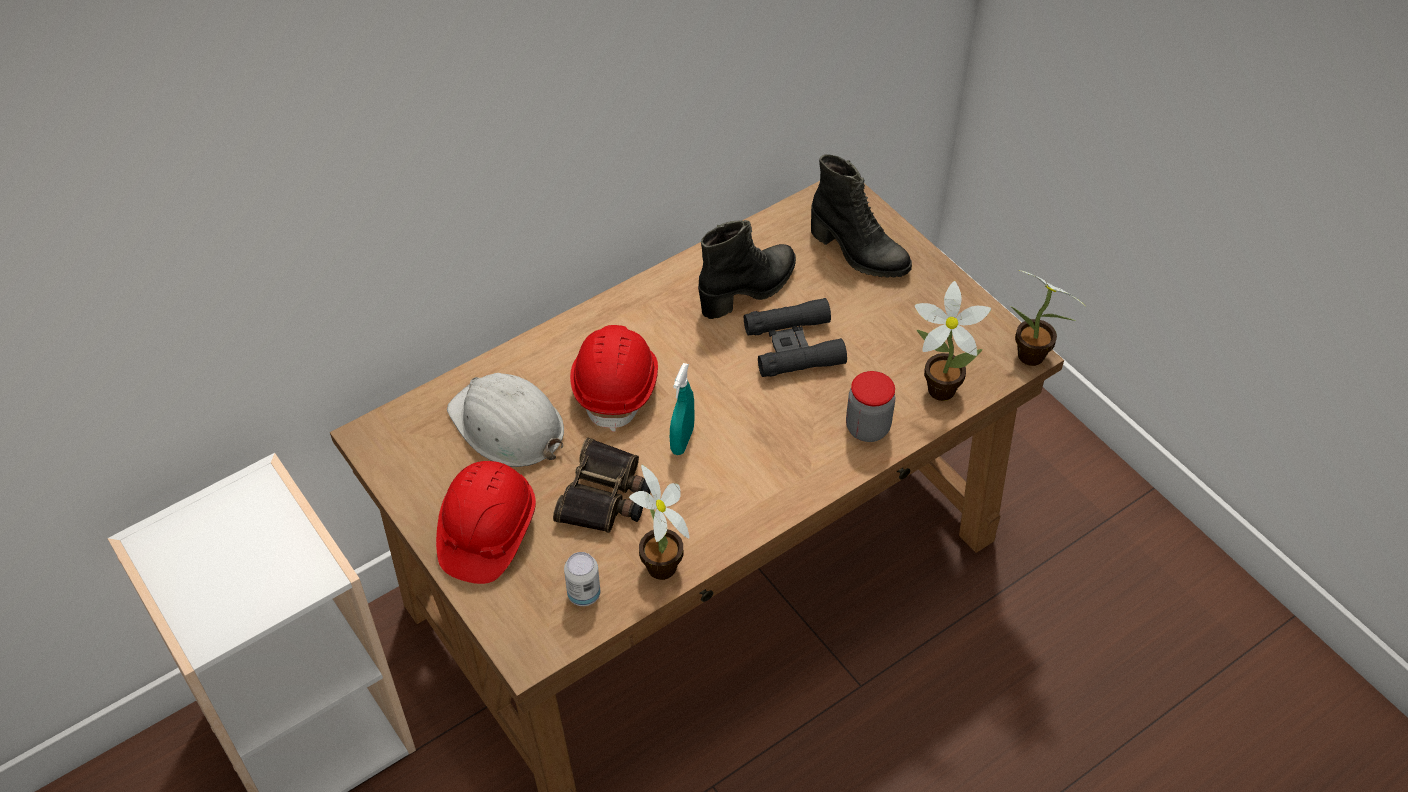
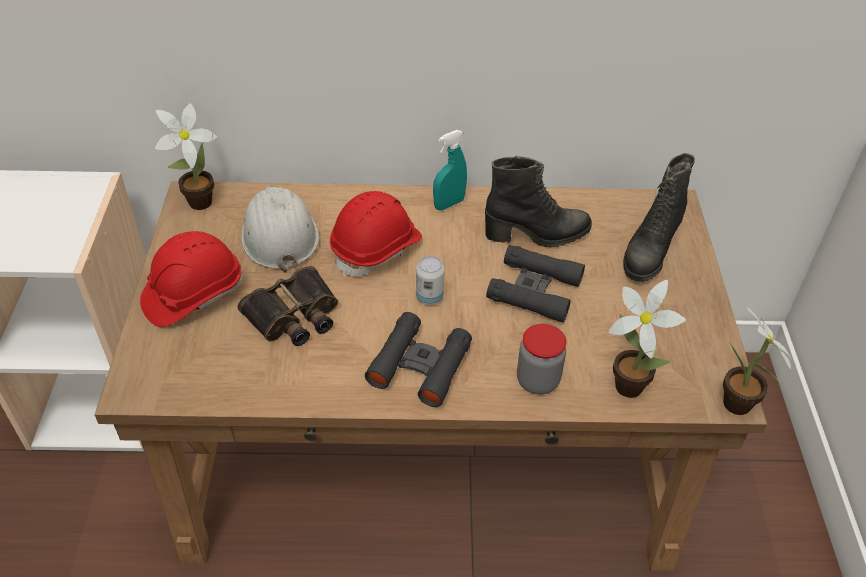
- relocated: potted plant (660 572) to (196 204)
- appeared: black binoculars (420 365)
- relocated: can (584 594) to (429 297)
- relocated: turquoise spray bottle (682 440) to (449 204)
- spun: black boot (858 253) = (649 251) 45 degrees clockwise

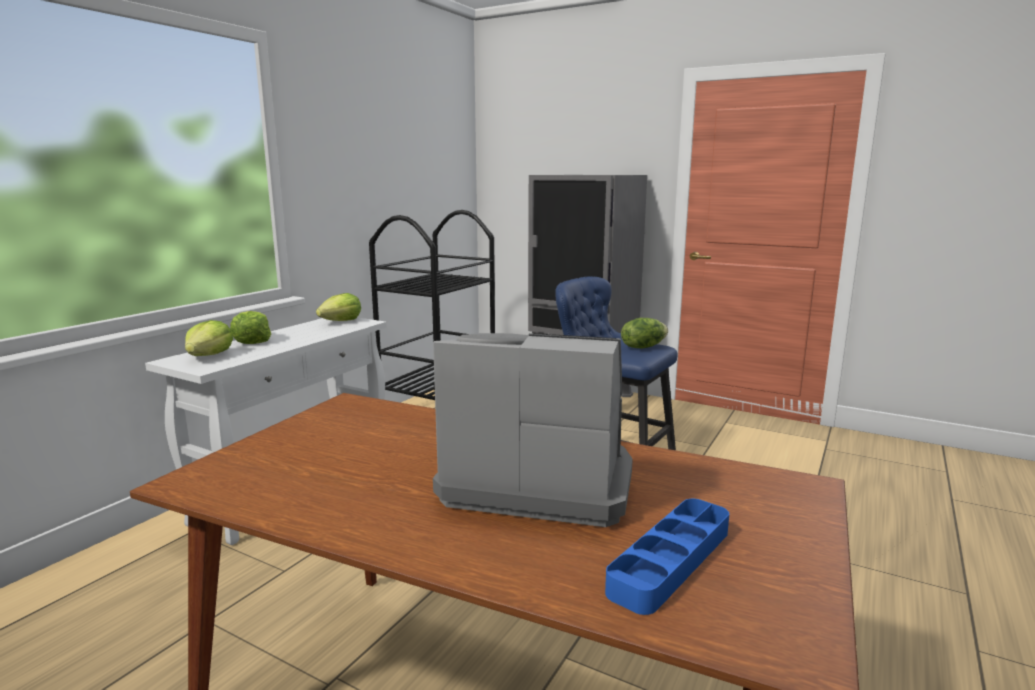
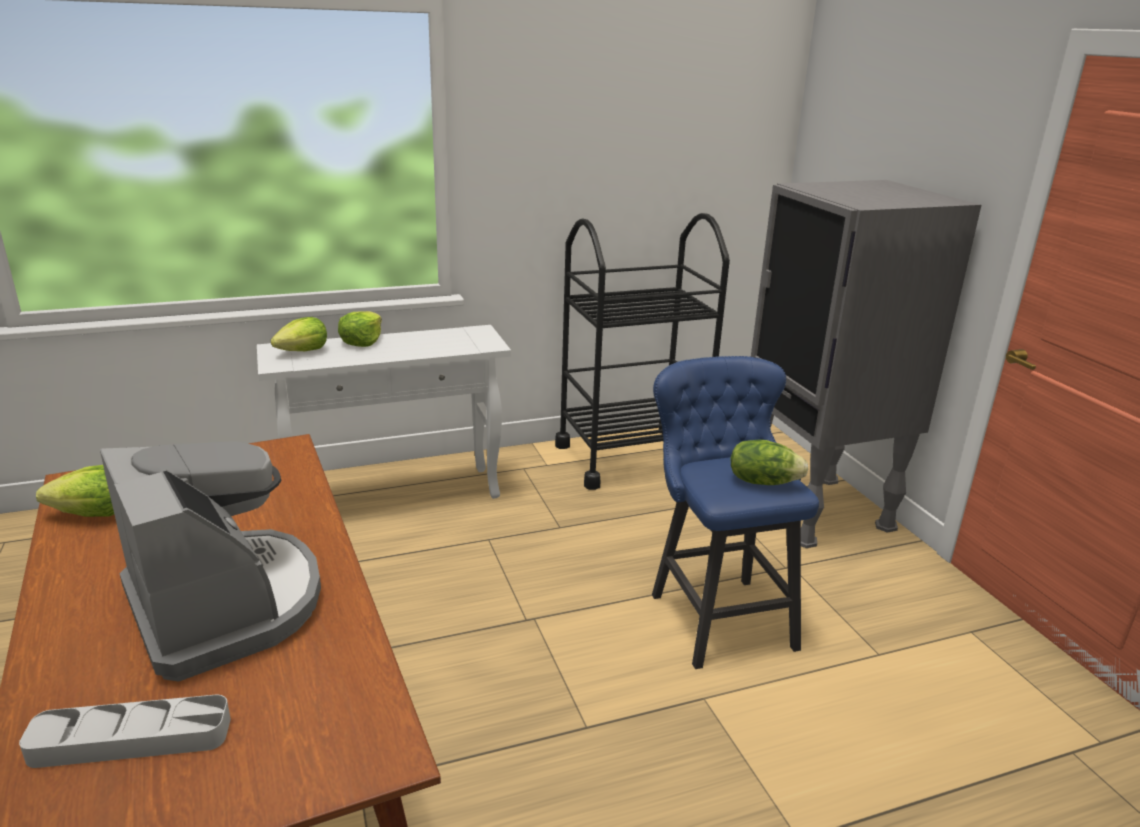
- colour: blue tray (670 560) to grey tray (131 739)
- relocated: lettuce (341 321) to (94 513)

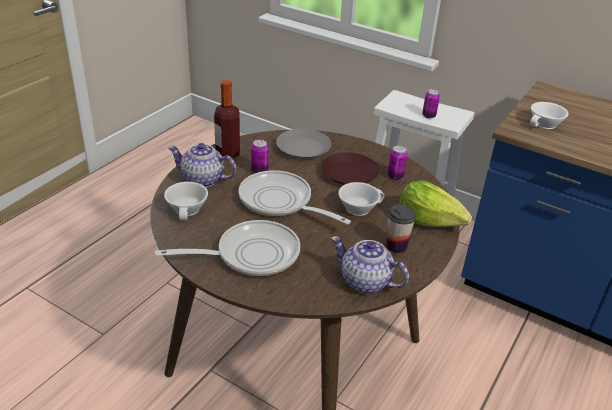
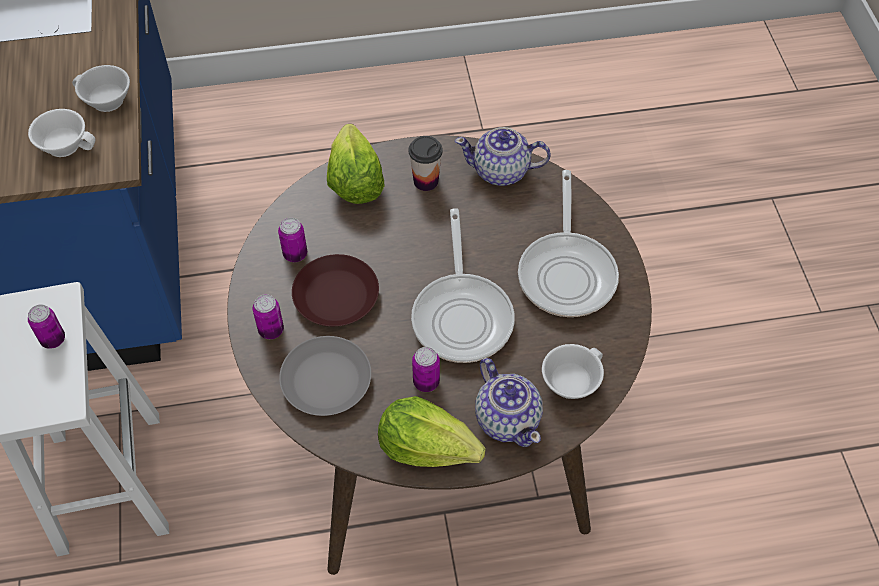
- relocated: white cup (358 207) to (105 101)
- appeared: can (271 330)
- exchanged: bottle (227 154) to lettuce (427 446)
- spun: teapot (366 282) = (501 171) 105 degrees clockwise
- spun: frying pan (250 254) = (567 272) 120 degrees counterclockwise

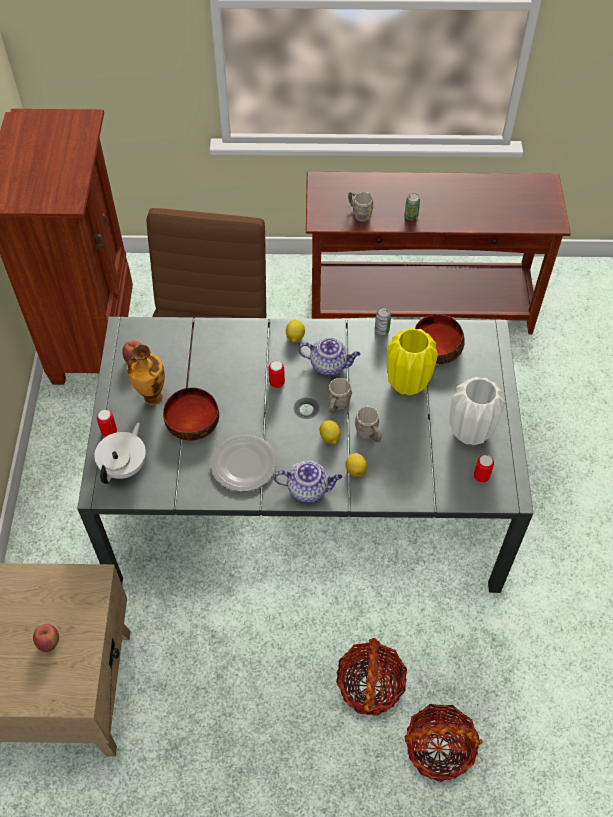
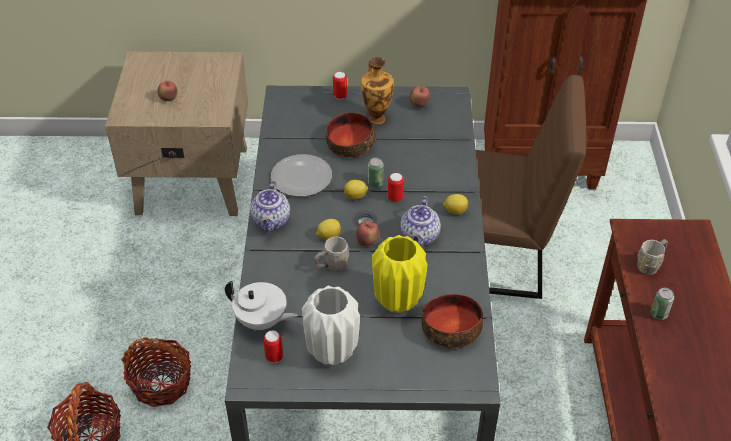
- relocated: white teapot (125 466) to (262 321)
- relocated: lemon (355 469) to (356 196)
- exchanged: grey mug (337 406) to apple (367 242)
- relocated: can (382 330) to (375 183)

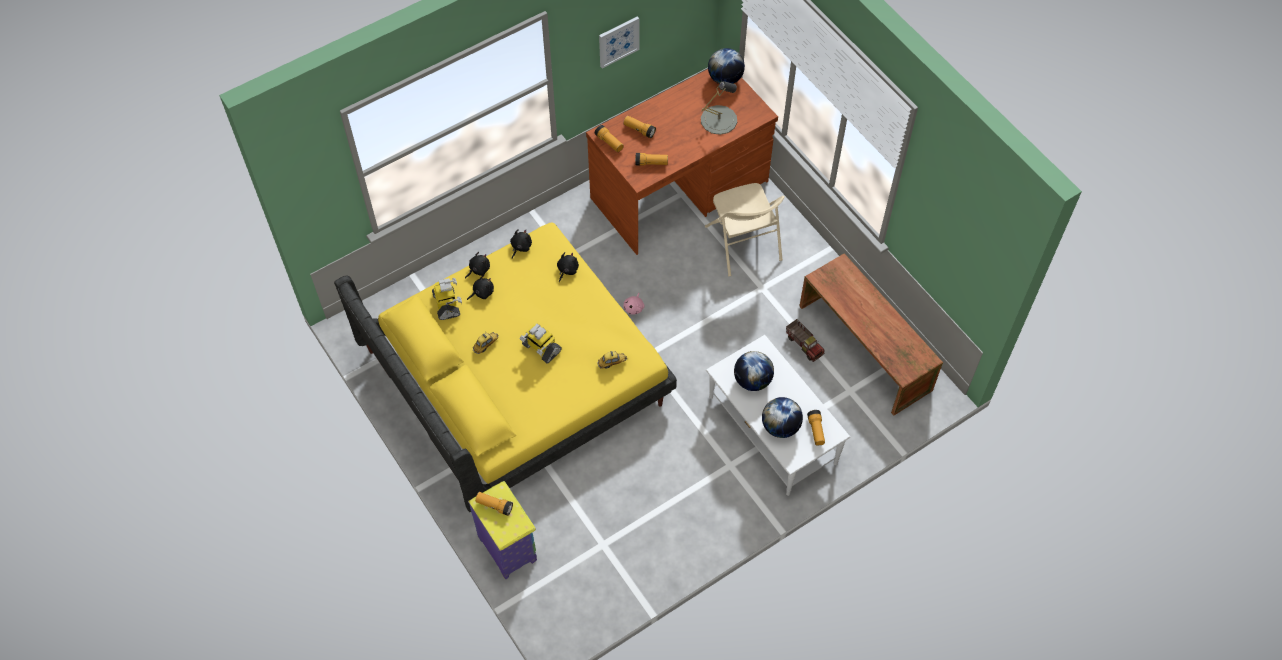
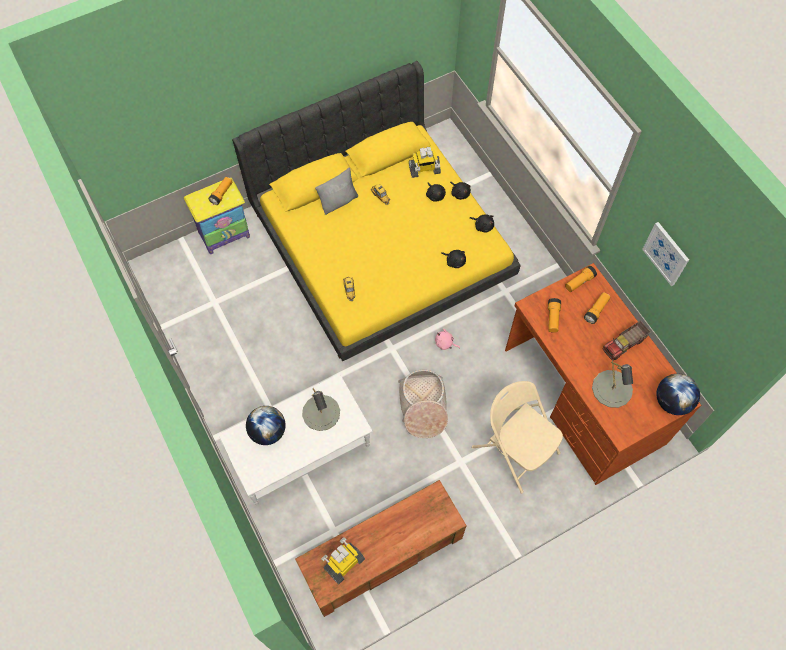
- exchanged: globe (752 381) to grey table lamp (321 412)
- appeared: grey pillow (338 201)
- relocated: toy robot (541 348) to (344 563)
- appeared: basket (423 407)
- spun: beige chair (743 243) = (516 449) 60 degrees clockwise
- relocated: toy truck (804 344) to (624 345)
- missing: flashlight (816 430)

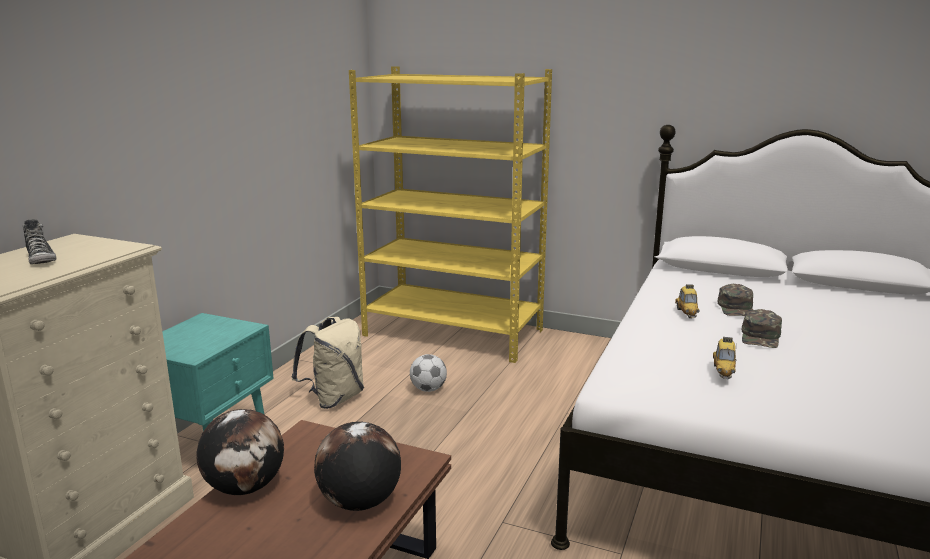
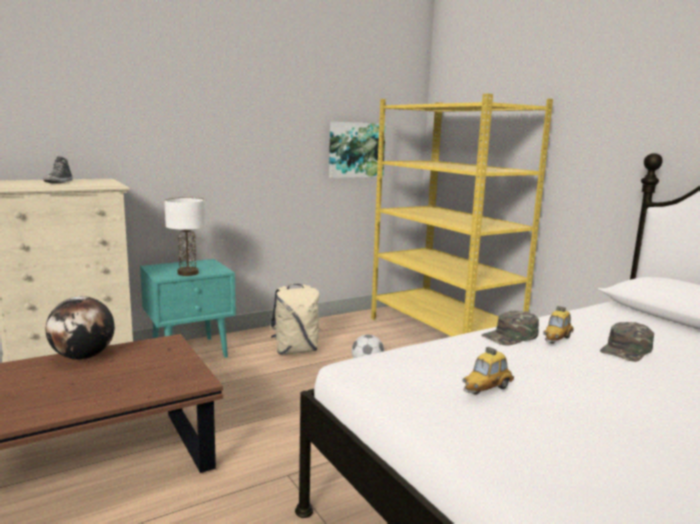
- appeared: table lamp (188 273)
- appeared: picture (356 150)
- relocated: green cap (761 337) to (510 336)
- missing: globe (359 502)

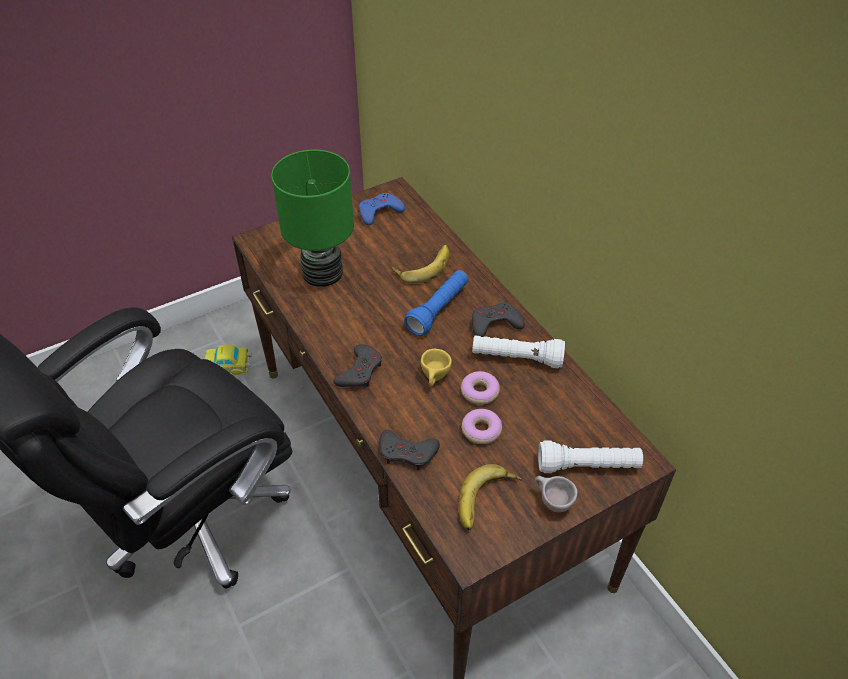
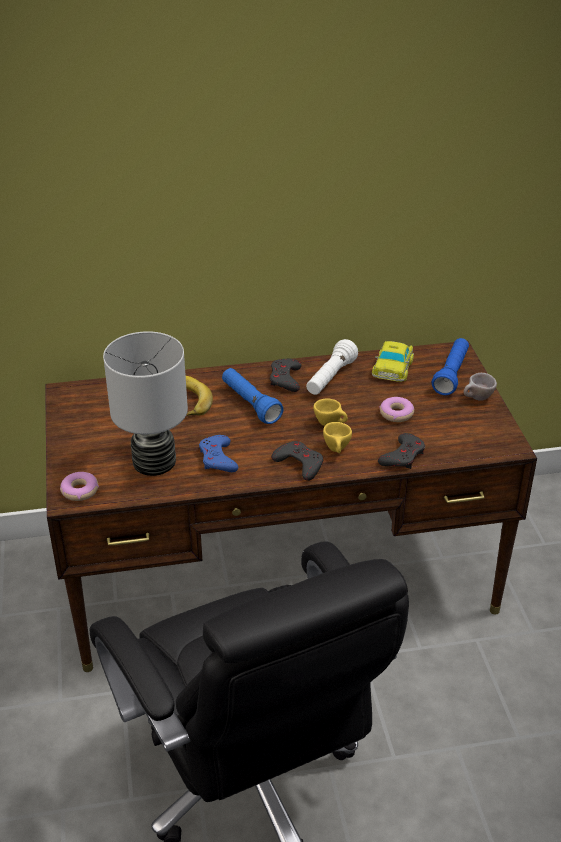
- relocated: donut (479 391) to (79 491)
- colour: green table lamp (322 273) to grey table lamp (154 462)
- relocated: blue game controller (379 212) to (218 458)
- appeared: yellow cup (337 450)
- relocated: toy car (228 365) to (393 367)
- colour: white flashlight (588 466) to blue flashlight (451 374)
- missing: banana (487 501)

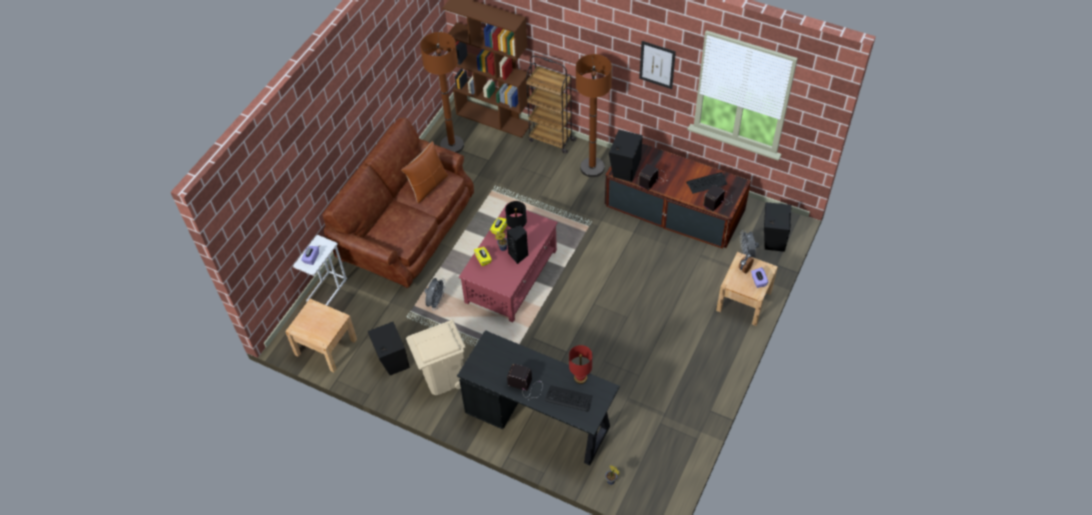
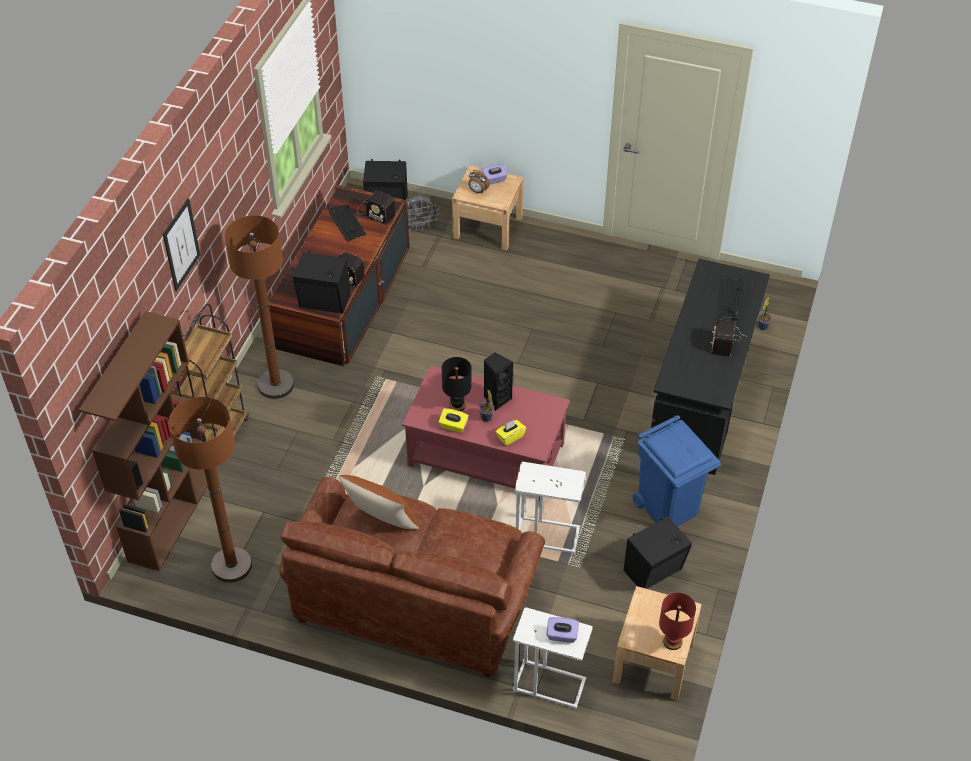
- relocated: picture (657 64) to (181 244)
- exchanged: grey fan (436 302) to white side table (546 535)
- colour: beige trash can (443 377) to blue trash can (669 506)
- relocated: red table lamp (580 377) to (672 641)

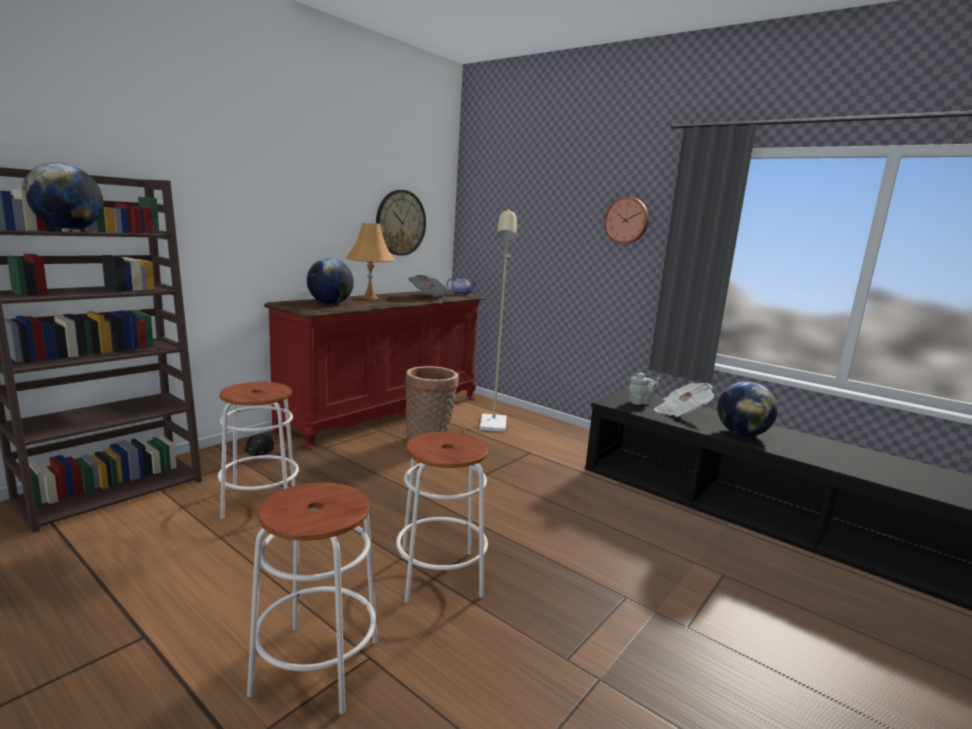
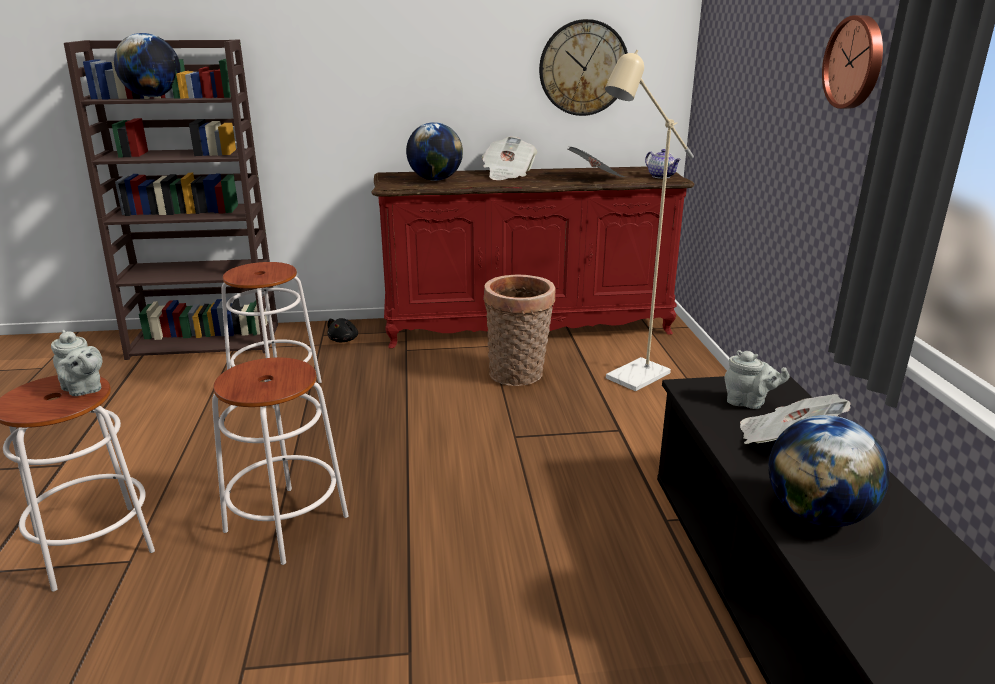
- appeared: grey teapot (83 389)
- exchanged: orange table lamp (369 298) to newspaper (507 174)

